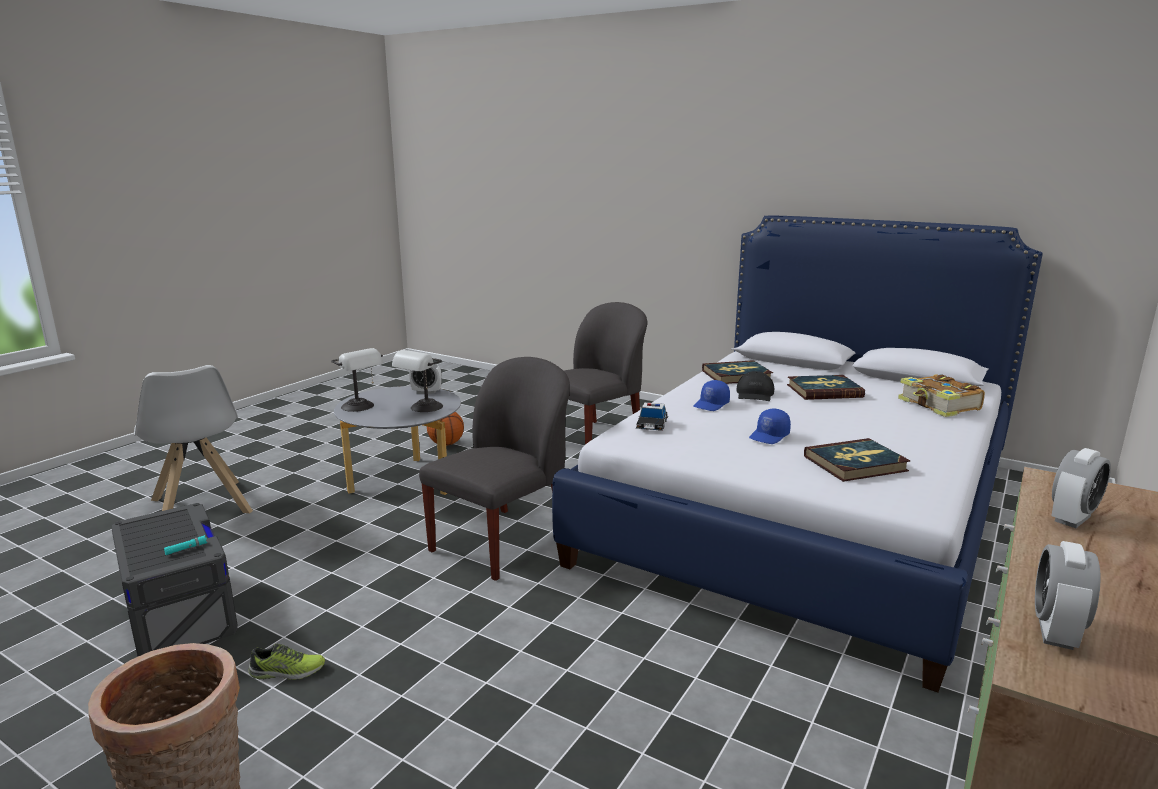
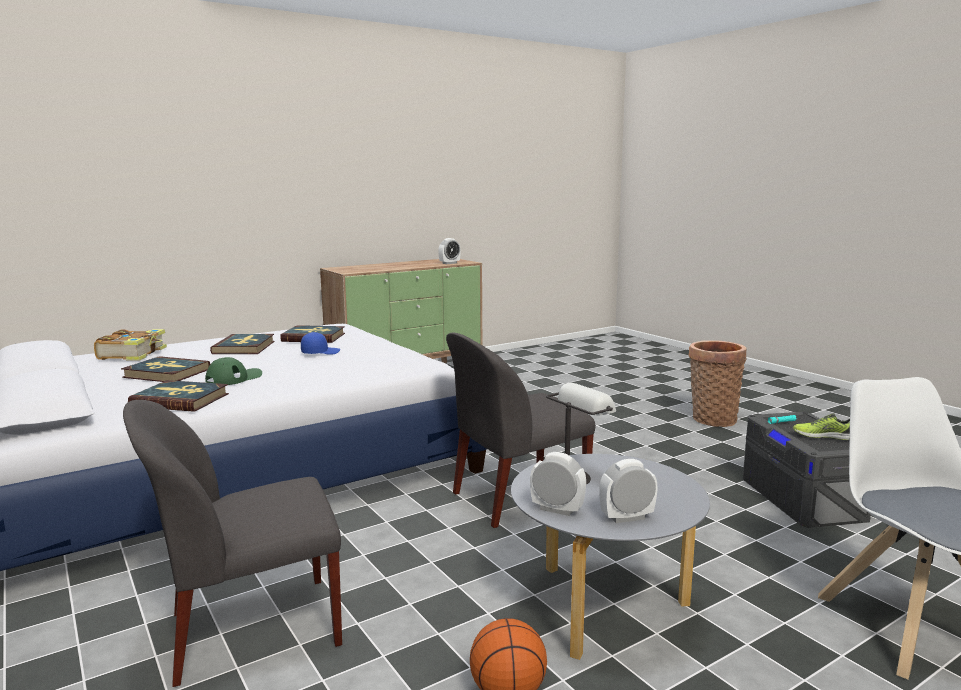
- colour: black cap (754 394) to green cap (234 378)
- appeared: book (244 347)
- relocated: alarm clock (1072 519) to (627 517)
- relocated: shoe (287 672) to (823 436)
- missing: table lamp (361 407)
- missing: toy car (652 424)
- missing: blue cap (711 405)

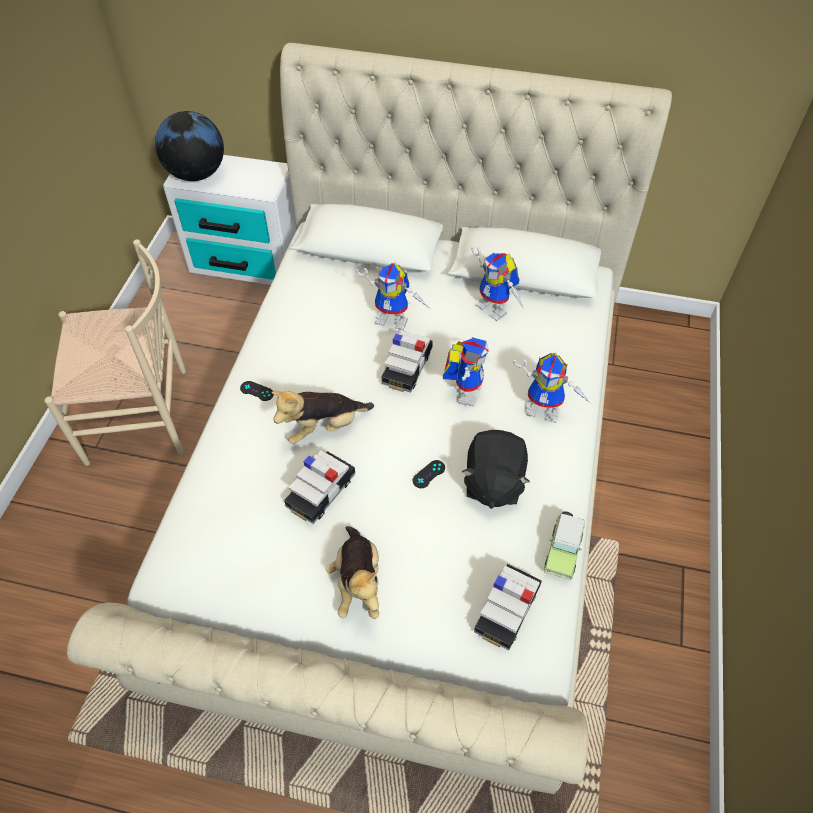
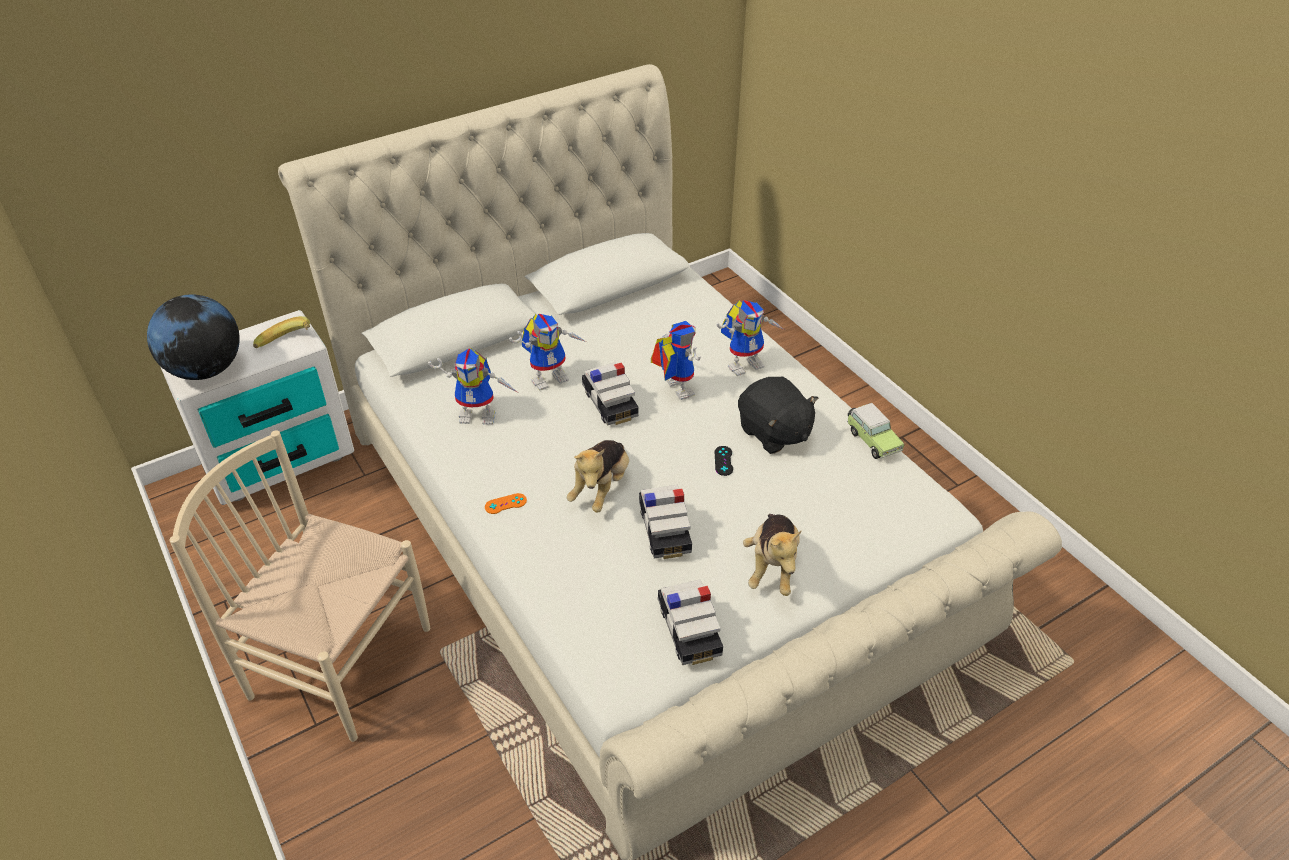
- spun: beige chair (144 416) = (334 659) 105 degrees counterclockwise
- appeared: banana (288 345)
- relocated: toy robot (496 308) to (481 414)
- colour: black game controller (257 391) to orange game controller (505 504)
- relocated: toy car (506 611) to (689 630)
- spun: plush toy (358 583) = (772 566) 60 degrees clockwise

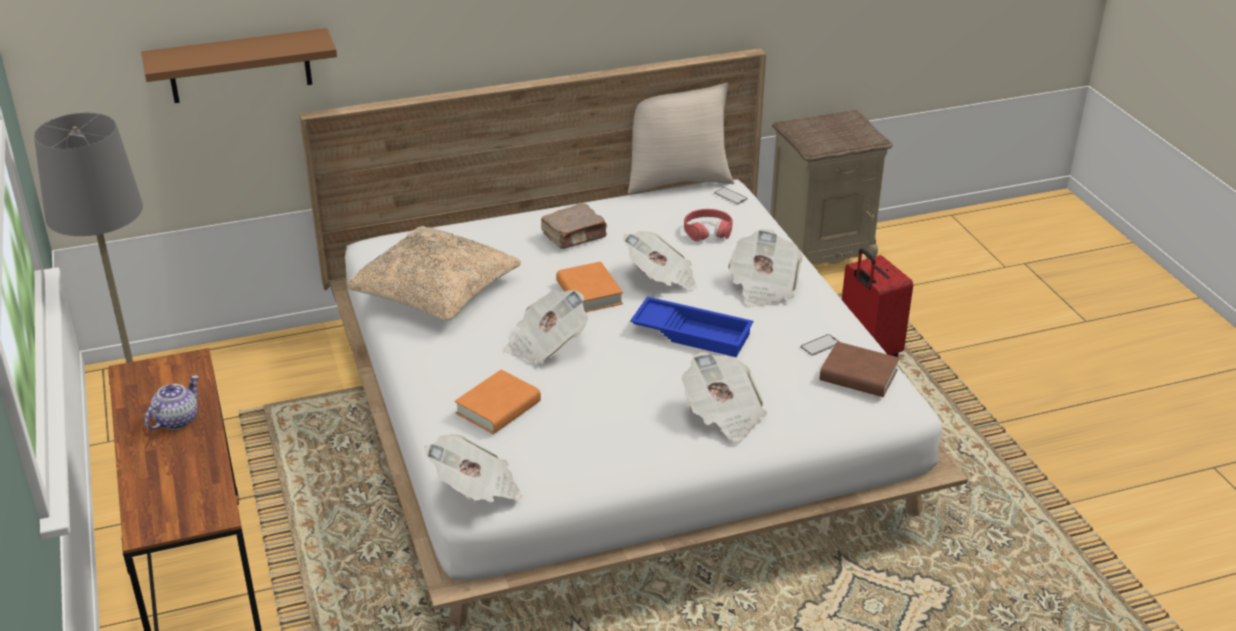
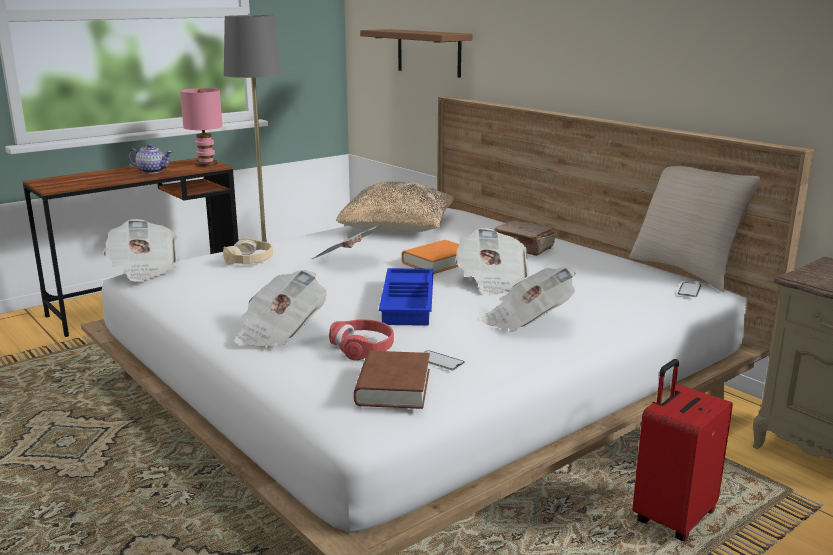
- appeared: pink table lamp (206 164)
- exchanged: orange book (498 408) to beige headphones (250 260)
- relocated: red headphones (707 231) to (363 347)

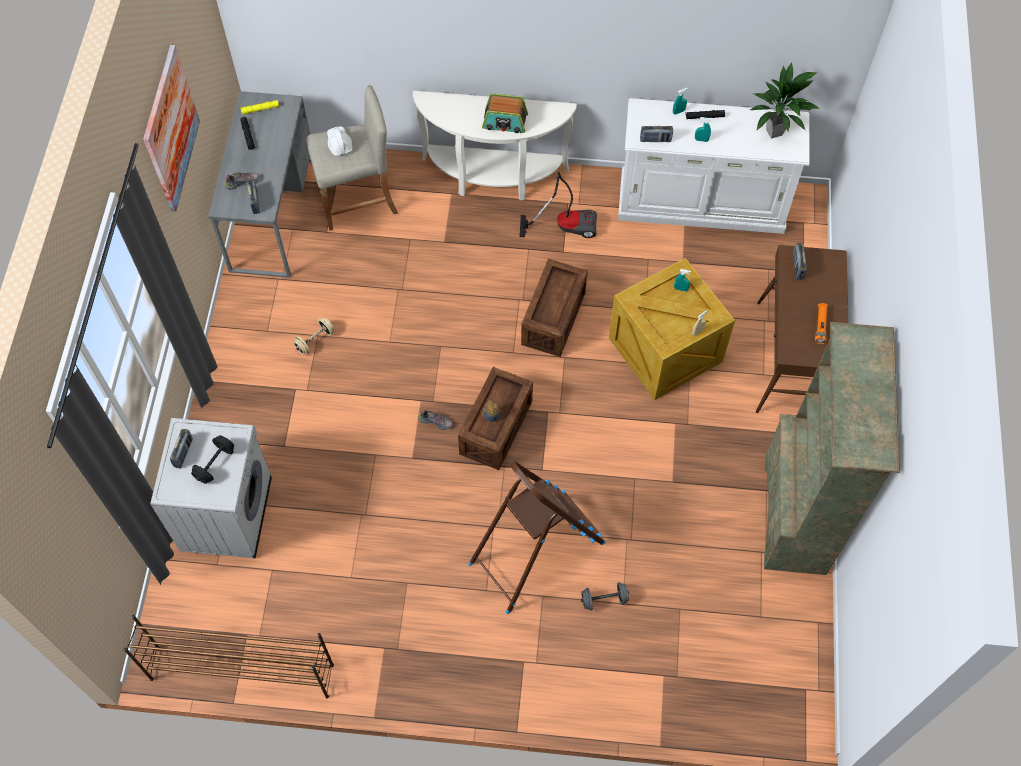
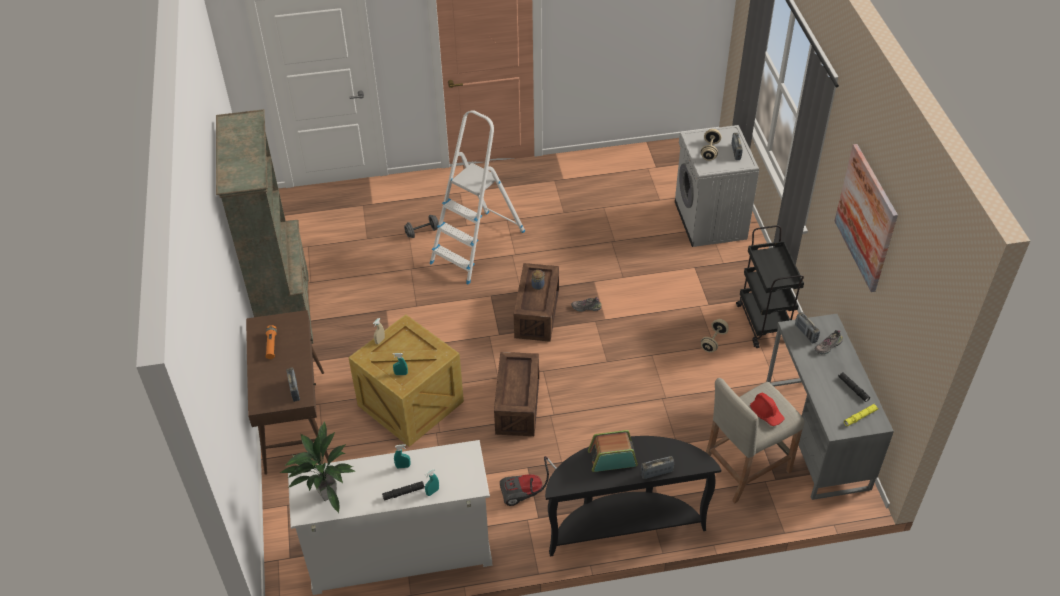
- colour: brown step ladder (538 552) to white step ladder (477 247)
- colour: white console table (493 178) to black console table (623 525)
- relocated: radio (655 140) to (656 473)
- colour: black dumbbell (215 464) to beige dumbbell (710 151)
- appeared: black cart (763 323)
- colour: white hard hat (339 143) to red hard hat (766 413)
- missing: brown shoe rack (241 671)

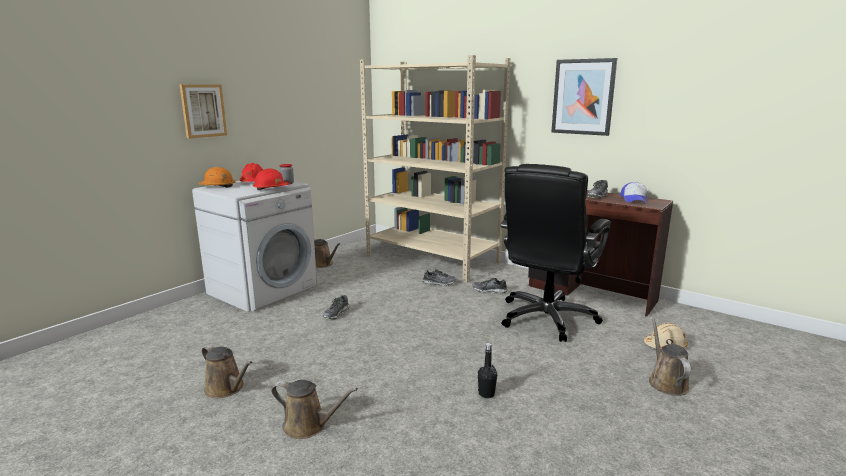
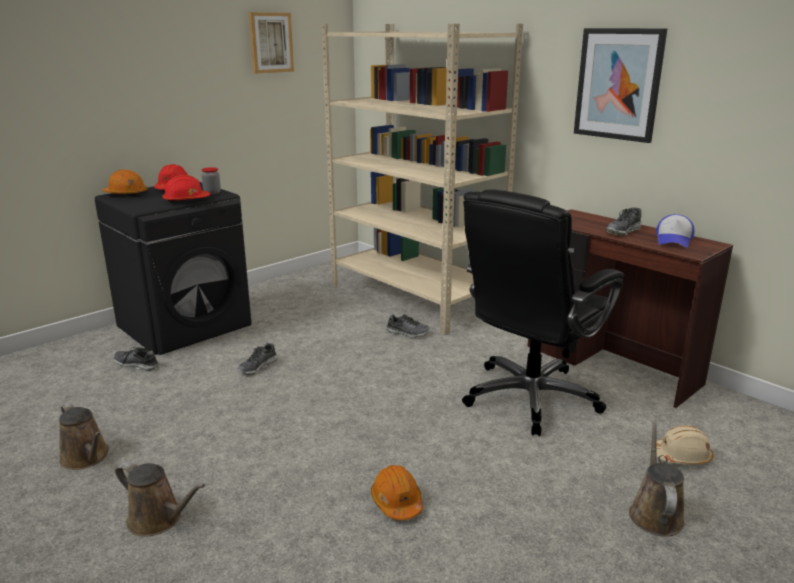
- colour: white washing machine (265 289) to black washing machine (188 325)
- relocated: shoe (489 291) to (137 365)
- relocated: picture (203 110) to (270 42)
- exchanged: black bottle (486 394) to orange hard hat (396 502)
- missing: brown watering can (323 264)

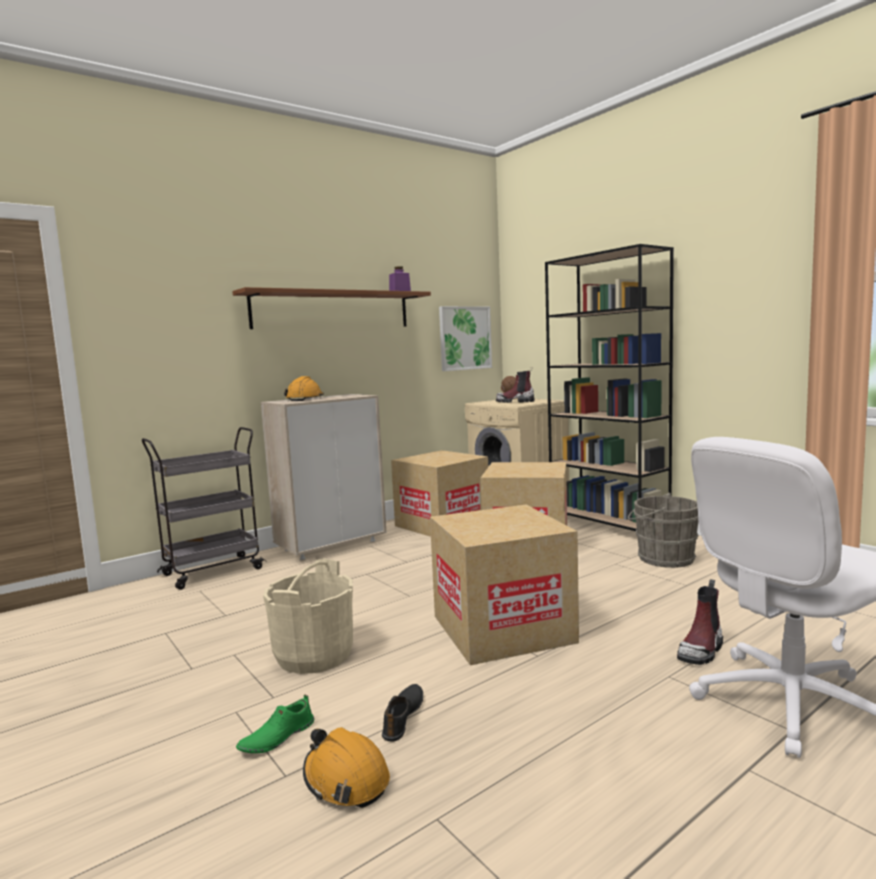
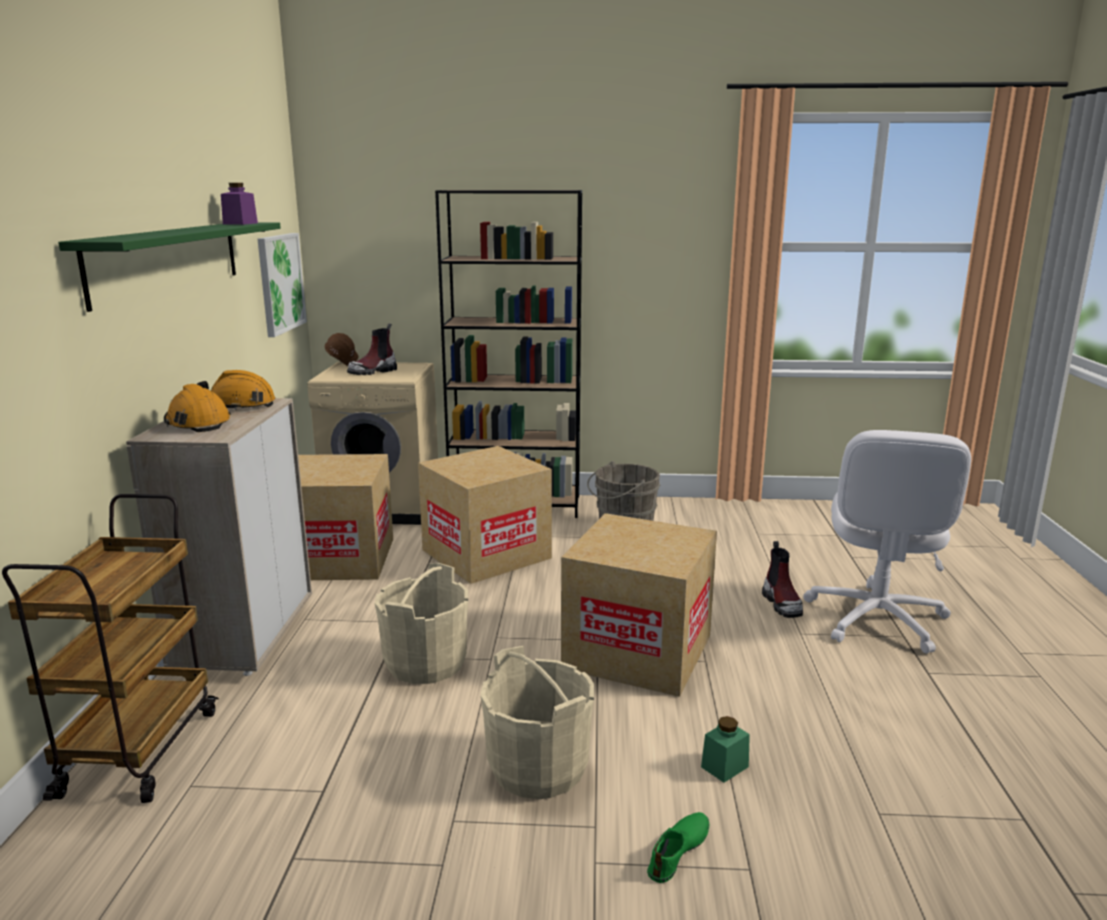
- colour: grey cart (213 571) to brown cart (140 752)
- colour: brown shelf (333 310) to green shelf (168 260)
- relocated: orange hard hat (346 780) to (239 405)
- appeared: beige bucket (425 663)
- spun: green shoe (277 737) = (679 851) 135 degrees counterclockwise
- exchanged: black shoe (403 717) to green jar (724 767)

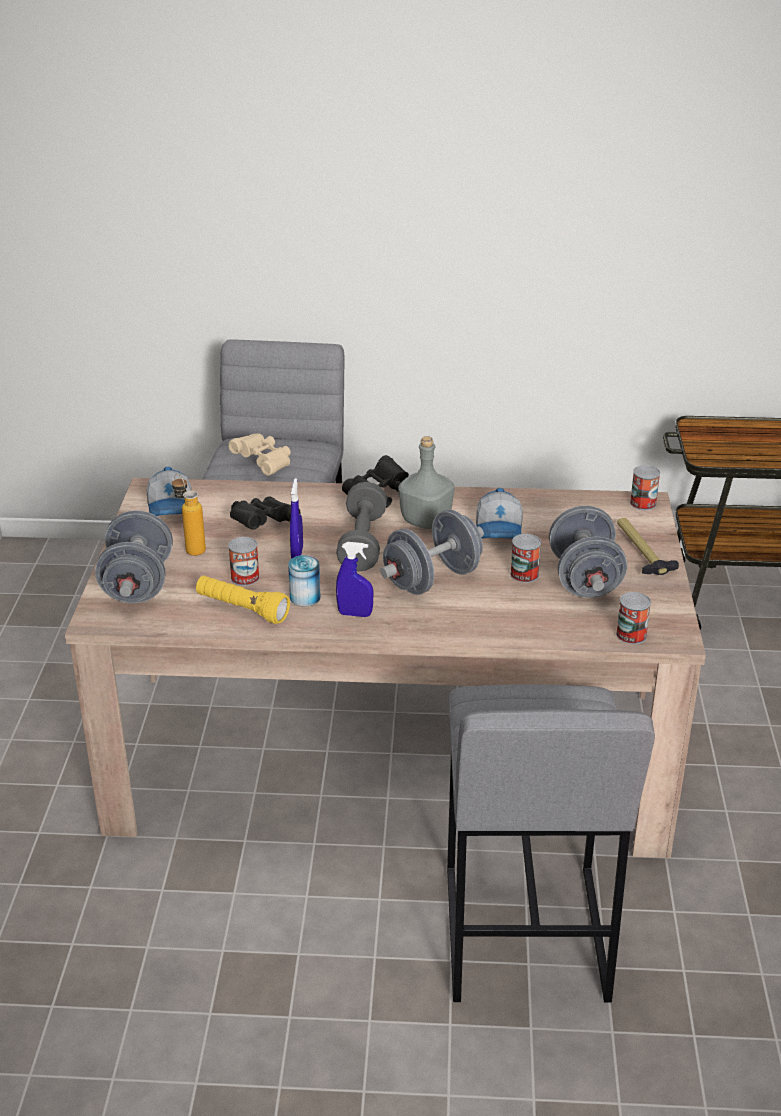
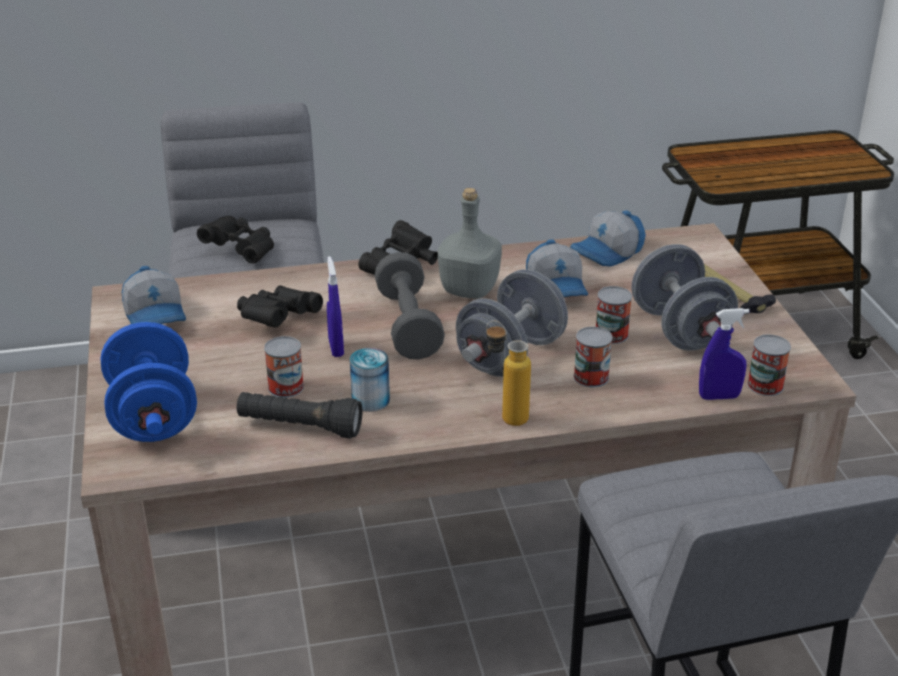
- colour: grey dumbbell (138 584) to blue dumbbell (153 416)
- colour: beige binoculars (264 463) to black binoculars (241 250)
- colour: yellow flashlight (242 609) to black flashlight (299 427)
- relocated: bottle (191 547) to (505 415)
- appeared: cap (608 253)
- relocated: can (643 503) to (591 377)
- relocated: blue spray bottle (355 614) to (719 397)

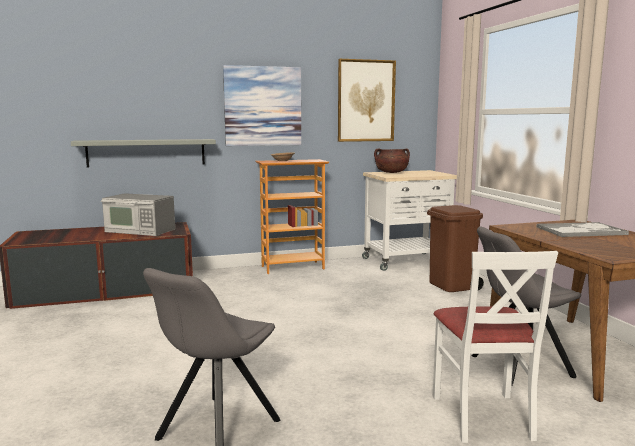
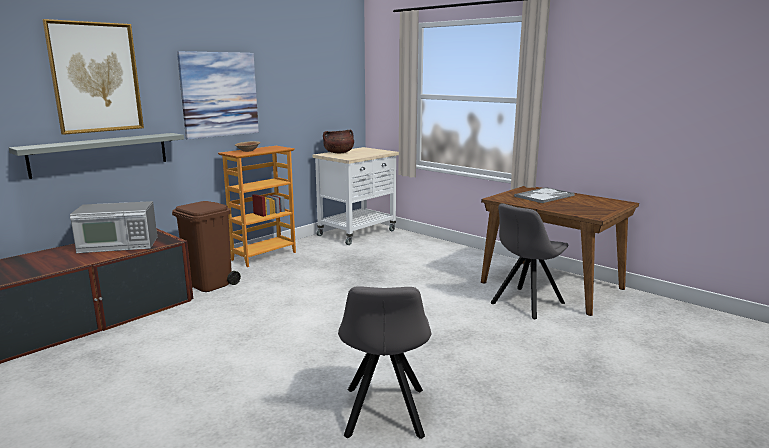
- relocated: picture (366 101) to (96 77)
- relocated: brown trash can (452 286) to (210 283)
- missing: white chair (483 416)

